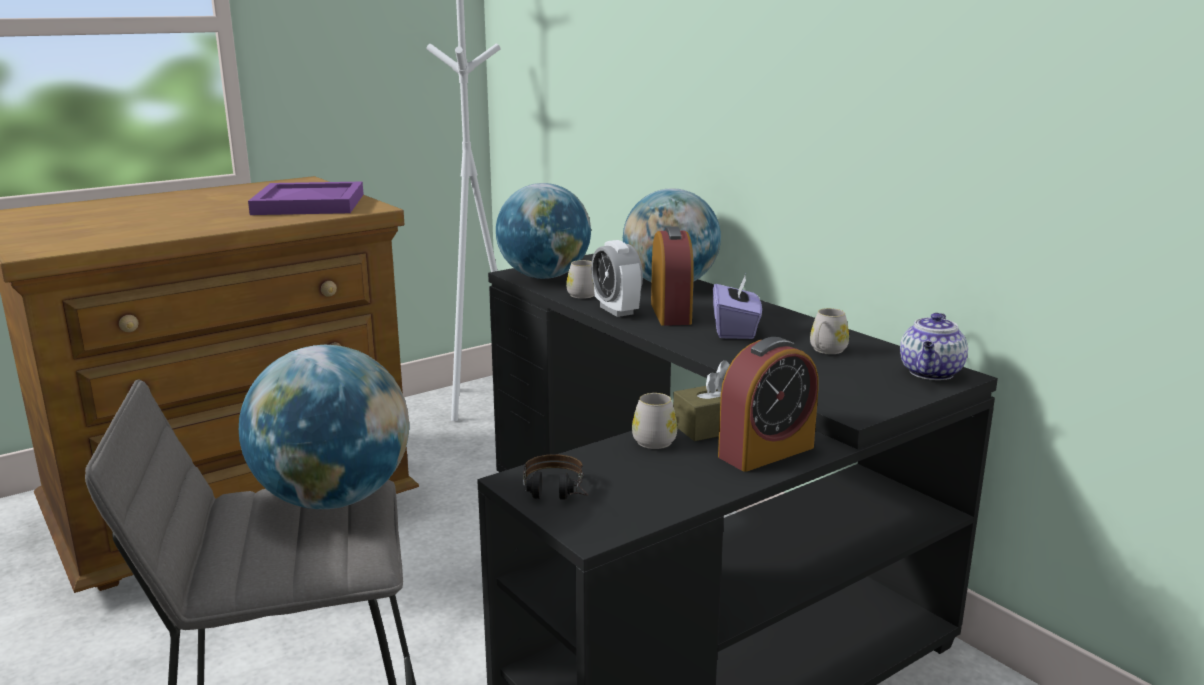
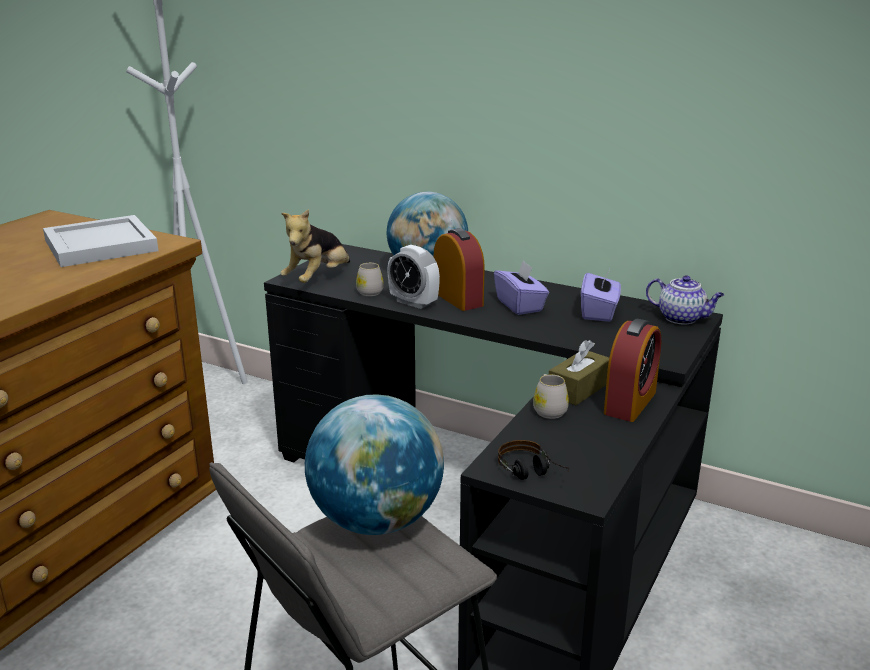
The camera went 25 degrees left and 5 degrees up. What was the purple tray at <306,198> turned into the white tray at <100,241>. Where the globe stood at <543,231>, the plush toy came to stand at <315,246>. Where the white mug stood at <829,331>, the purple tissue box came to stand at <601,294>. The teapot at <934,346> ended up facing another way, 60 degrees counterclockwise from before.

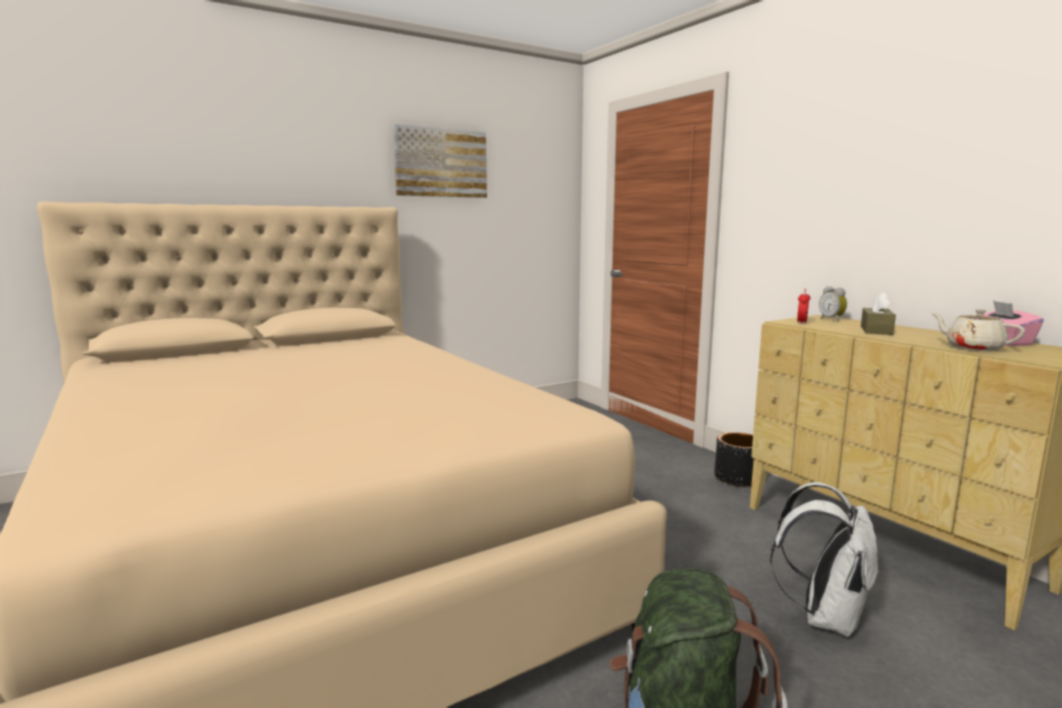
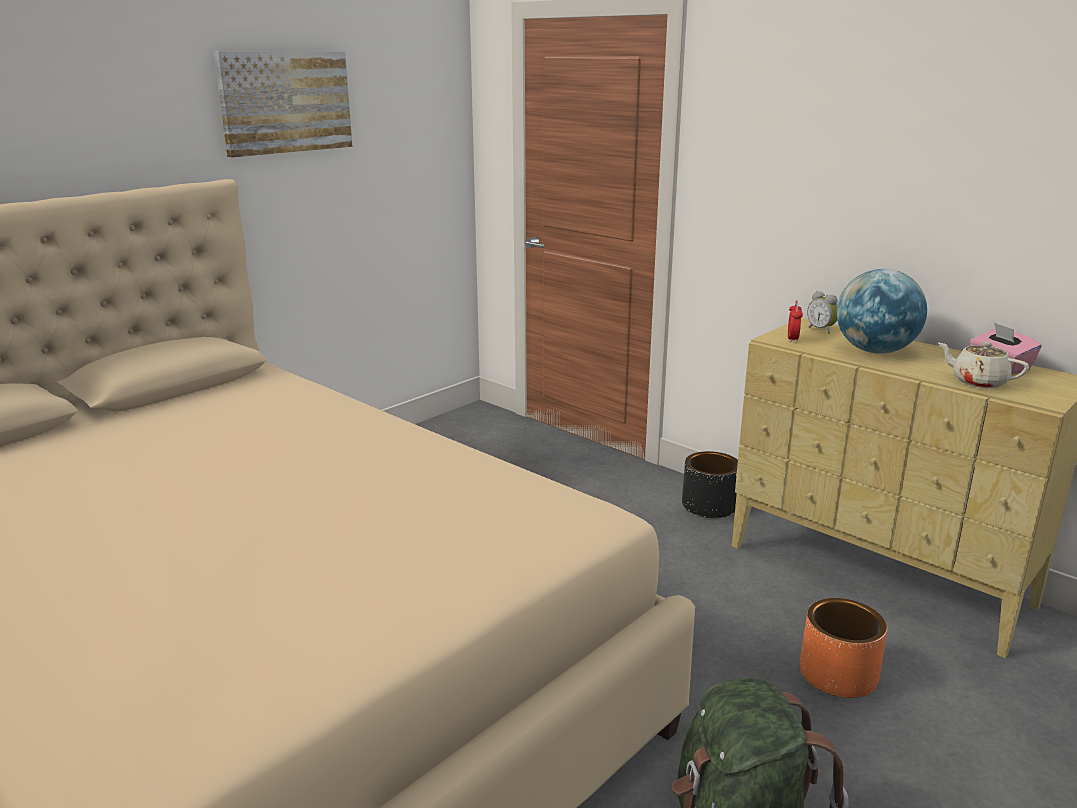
The camera went 15 degrees left and 10 degrees up. Where the white backpack stood at <824,559>, the orange planter came to stand at <844,648>. Where the brown tissue box stood at <878,313>, the globe came to stand at <882,311>.

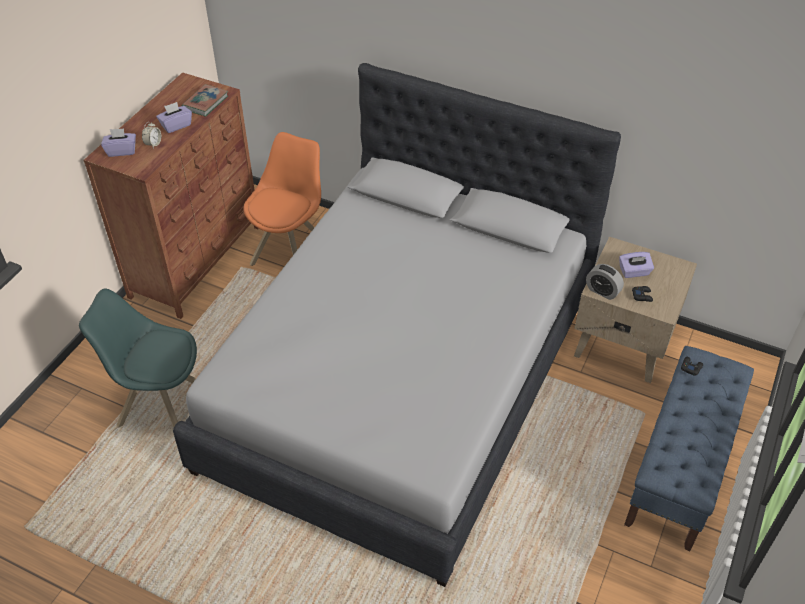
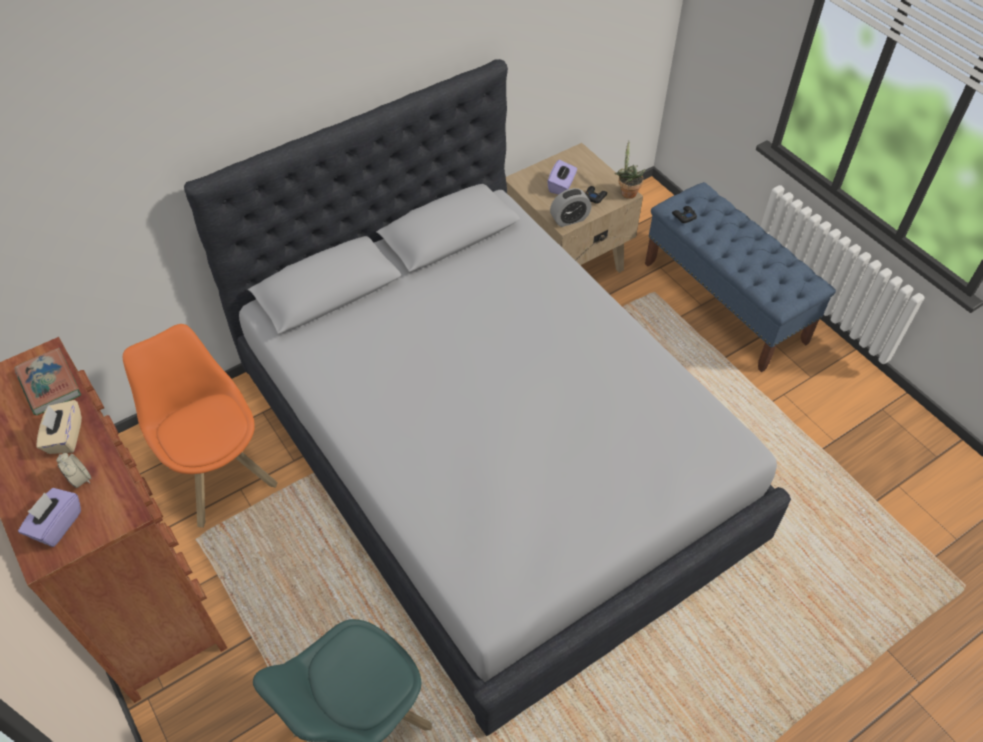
The camera went 60 degrees left and 5 degrees up. What was the purple tissue box at <174,117> turned into the beige tissue box at <59,427>. The second view gained the potted plant at <630,170>.

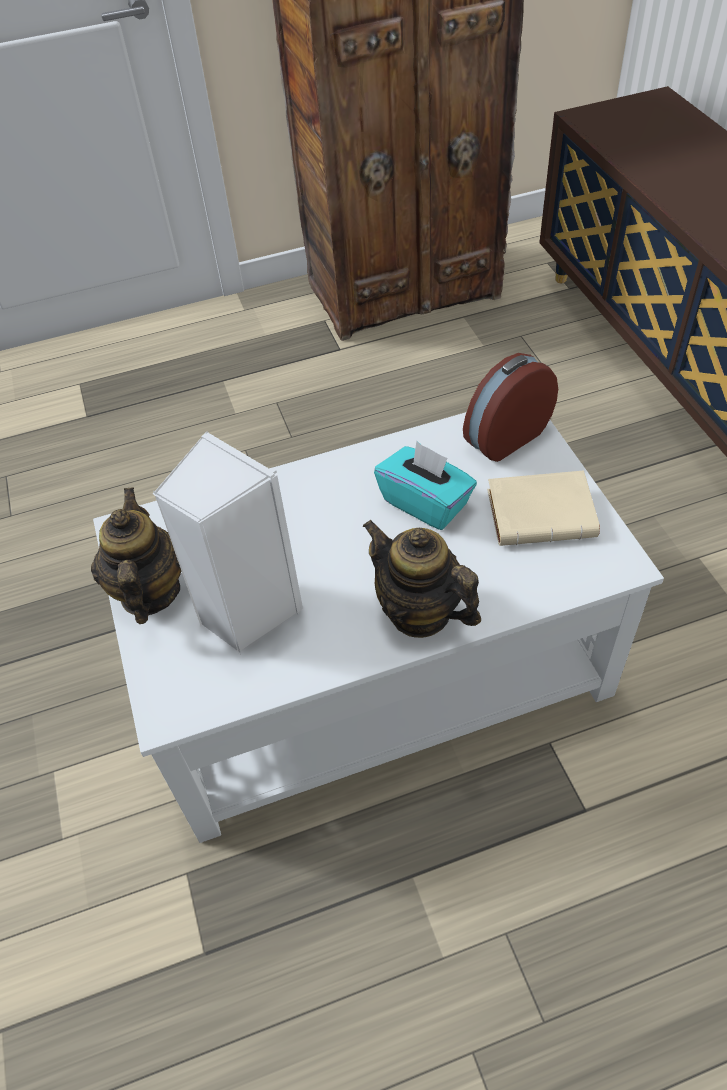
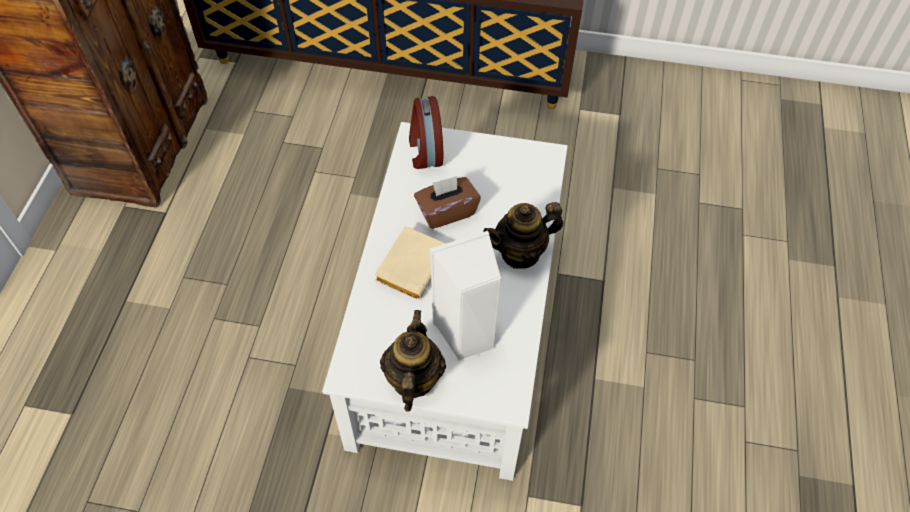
The camera went 65 degrees left and 5 degrees up. The beige book ended up elsewhere, having gone from <543,508> to <410,263>. The teapot at <136,556> ended up facing another way, 75 degrees clockwise from before. What was the turquoise tissue box at <425,485> turned into the brown tissue box at <447,202>.

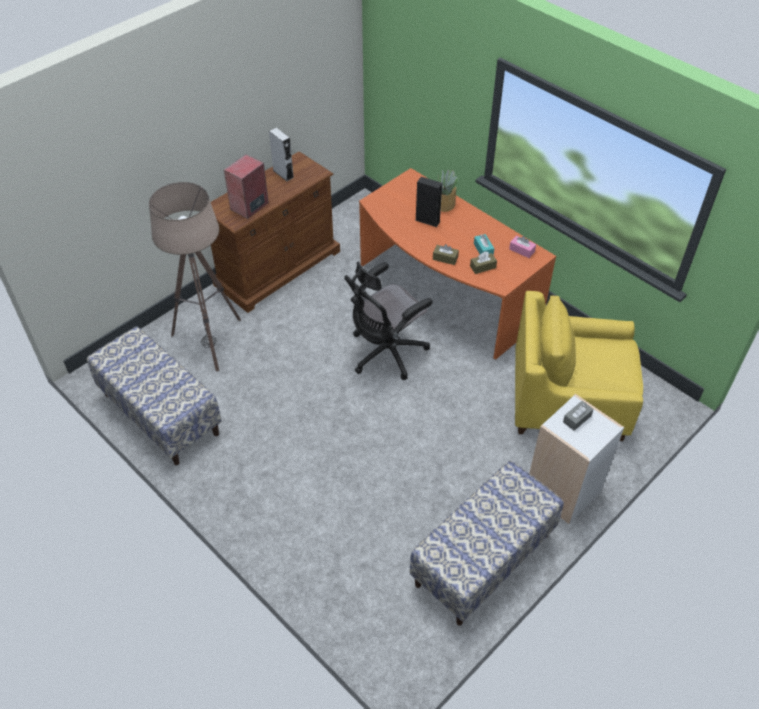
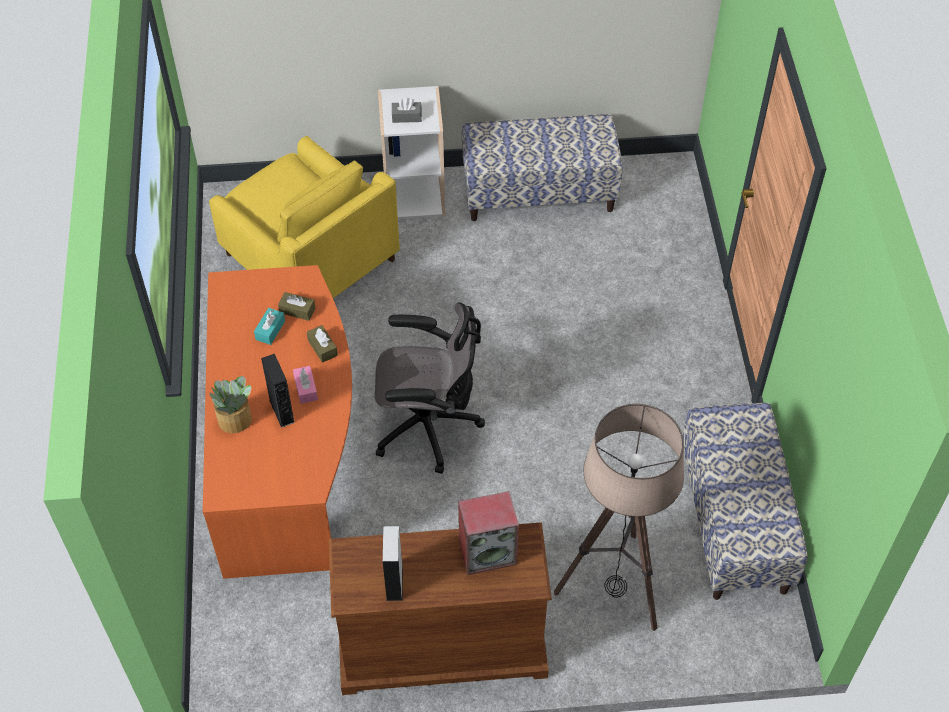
The camera went 140 degrees left and 5 degrees up. The pink tissue box ended up elsewhere, having gone from <522,247> to <305,385>.

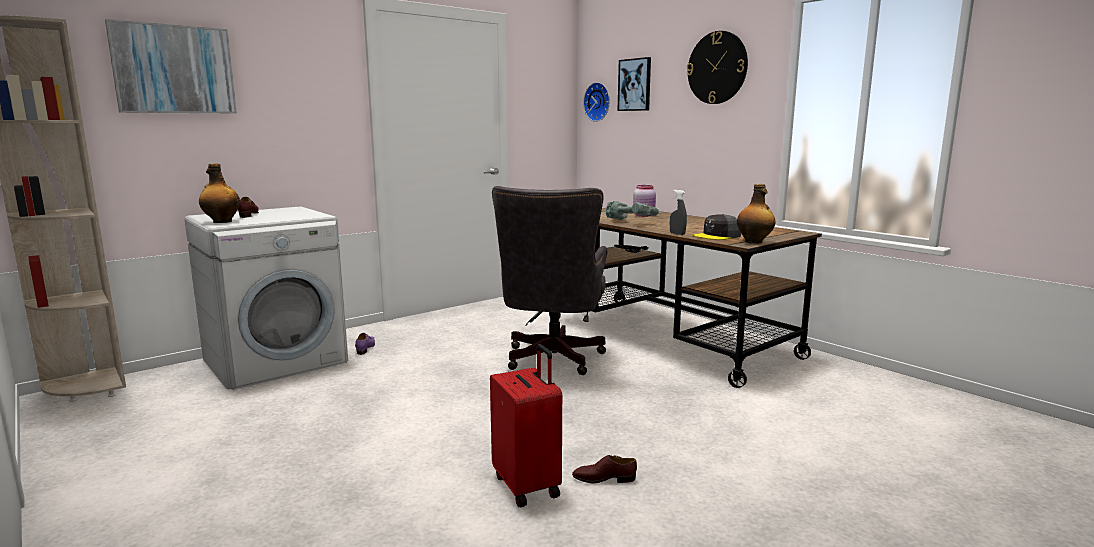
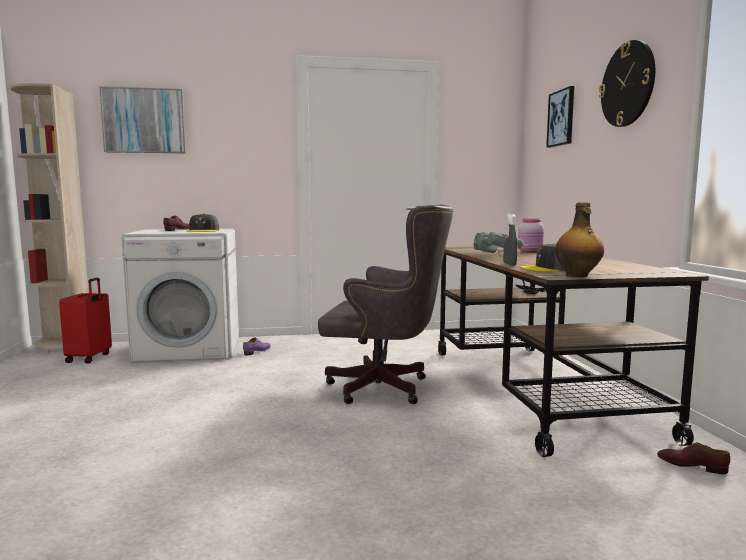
The camera went 30 degrees right and 5 degrees down. The red suitcase ended up elsewhere, having gone from <526,425> to <85,321>. The second view gained the grey cap at <202,223>. The grey office chair at <549,280> ended up facing another way, 120 degrees counterclockwise from before. The brown shoe ended up elsewhere, having gone from <604,469> to <693,458>. The second view lost the bottle at <219,193>. The second view lost the wall clock at <596,102>.

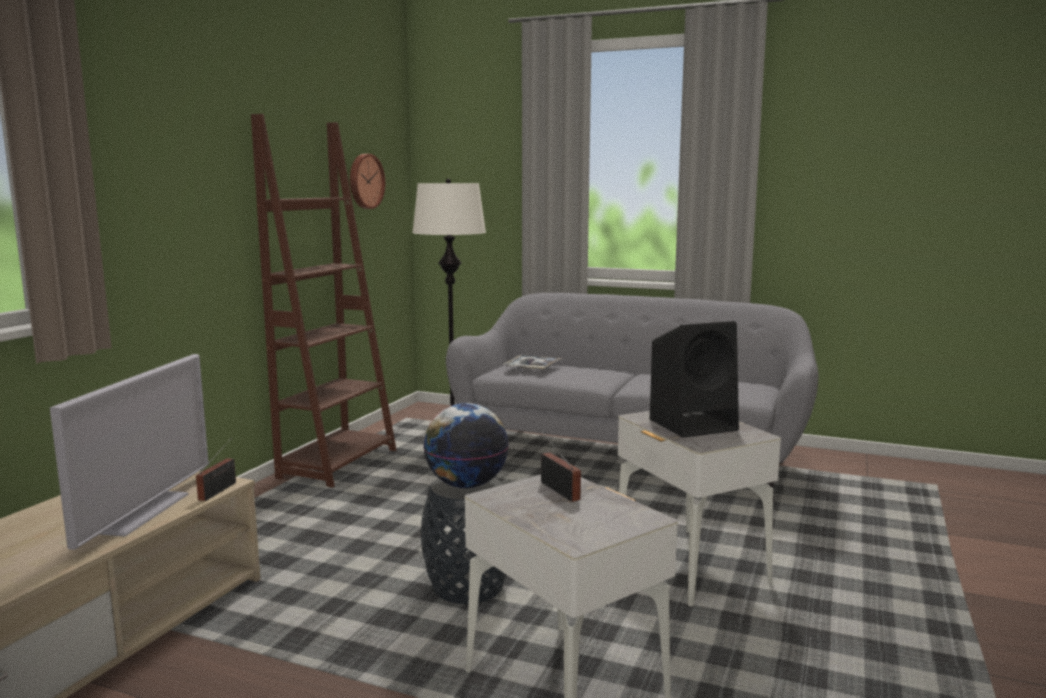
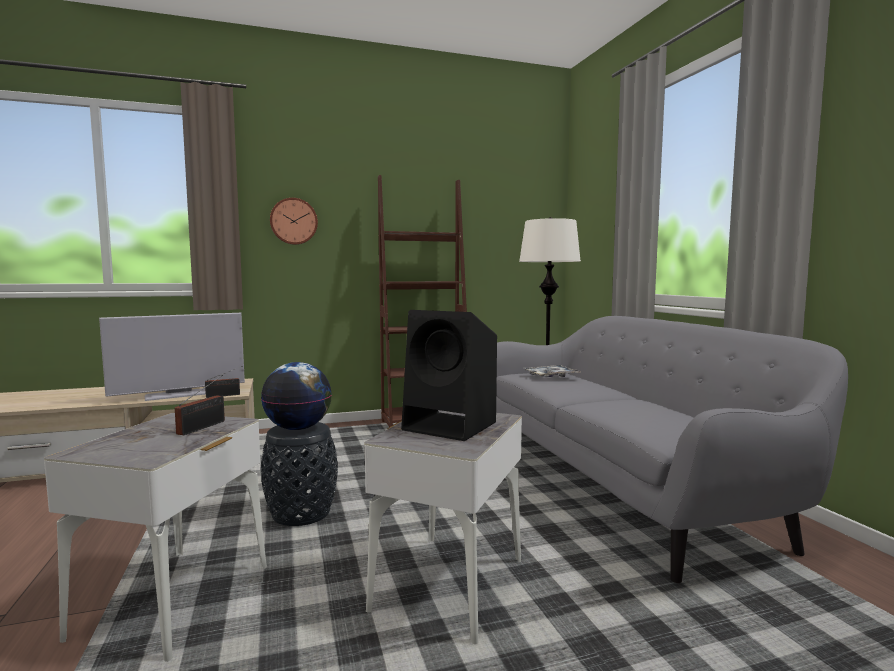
The camera went 50 degrees right and 5 degrees down. The wall clock ended up elsewhere, having gone from <367,181> to <294,221>.

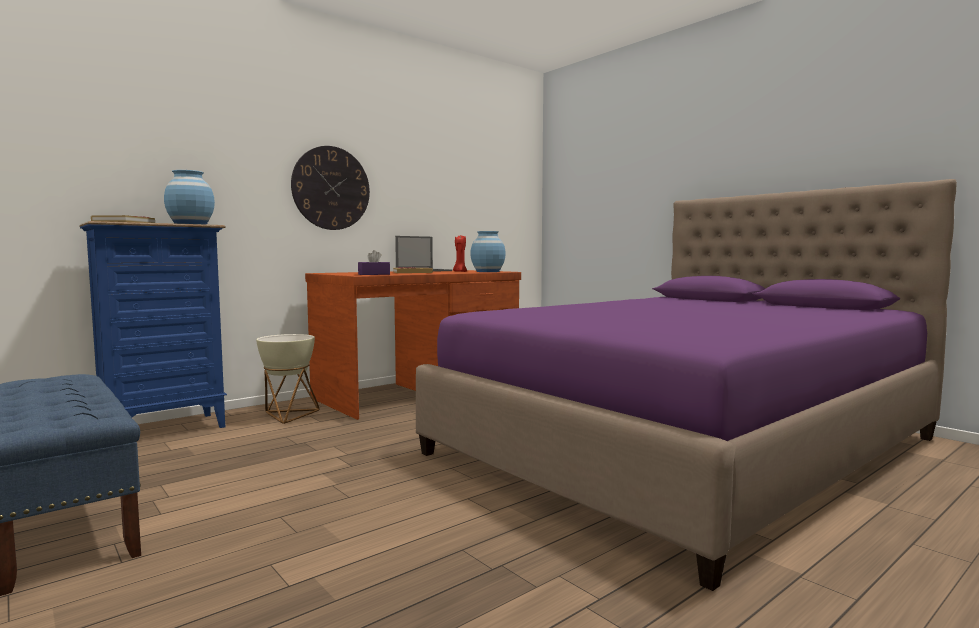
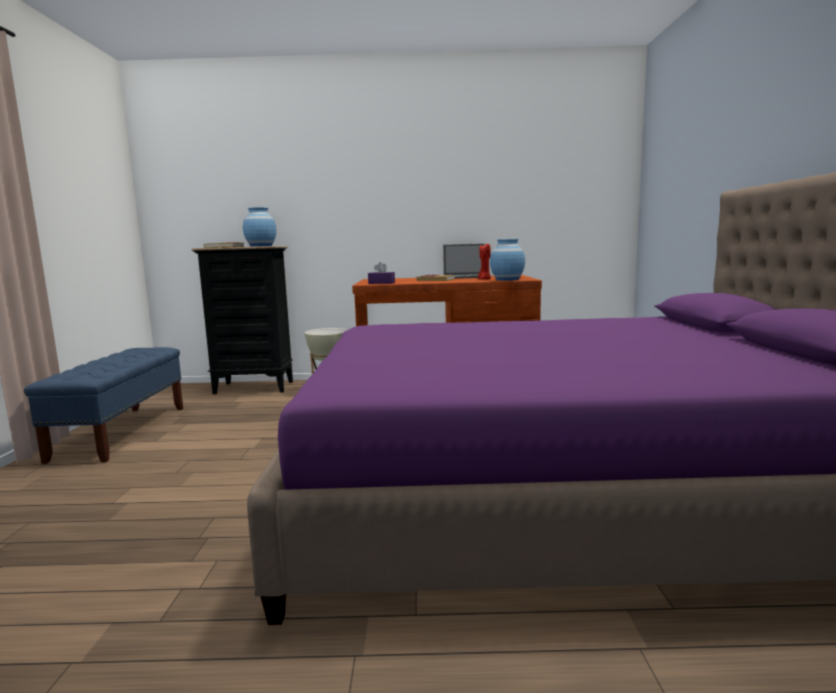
The camera went 40 degrees right and 5 degrees up. What was the blue dresser at <153,324> turned into the black dresser at <242,320>. The second view lost the wall clock at <330,188>.

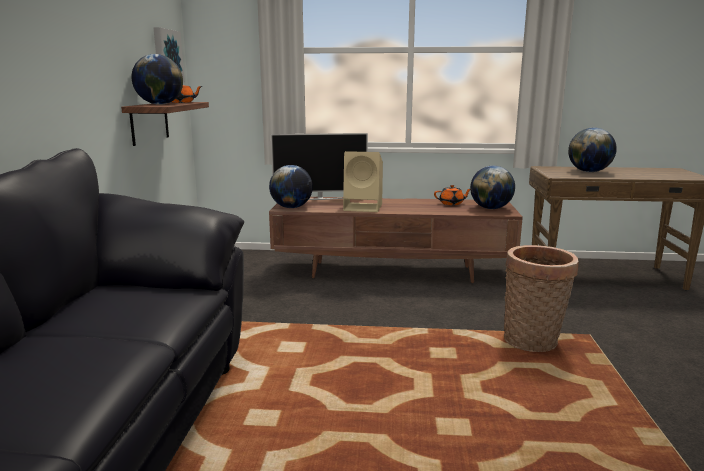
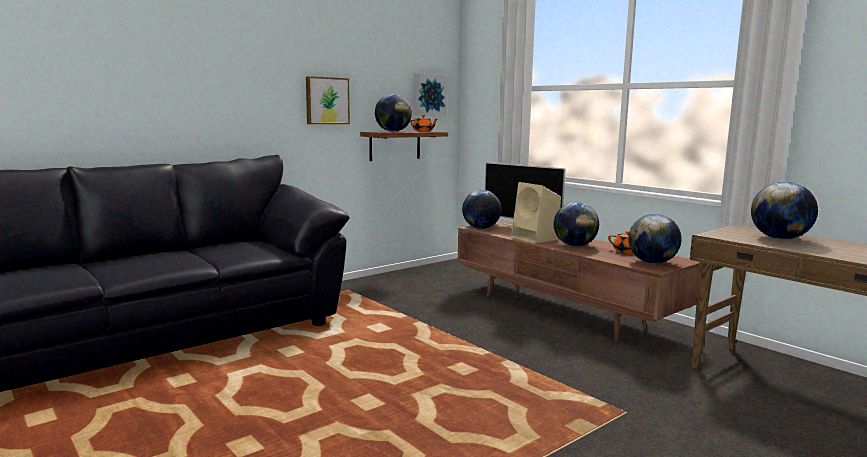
The camera went 45 degrees right and 5 degrees down. The second view gained the picture at <328,100>. The second view gained the globe at <576,224>. The second view lost the basket at <541,298>.

